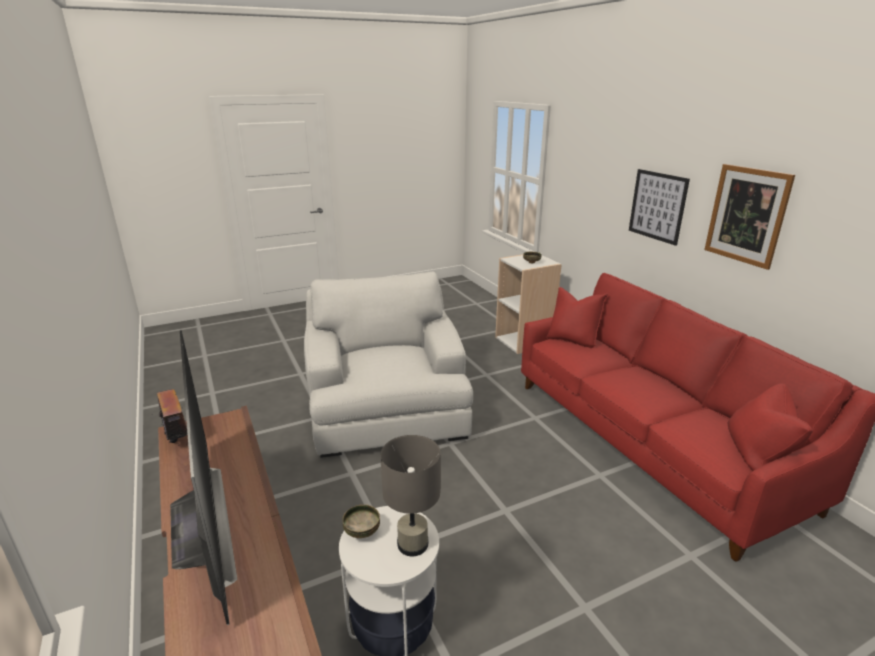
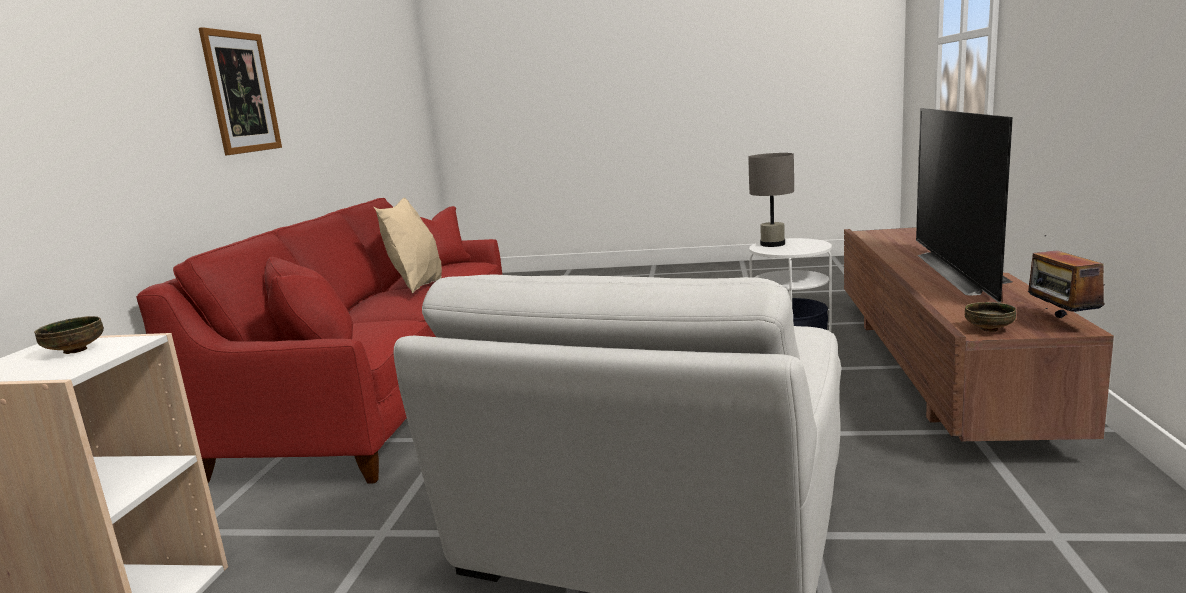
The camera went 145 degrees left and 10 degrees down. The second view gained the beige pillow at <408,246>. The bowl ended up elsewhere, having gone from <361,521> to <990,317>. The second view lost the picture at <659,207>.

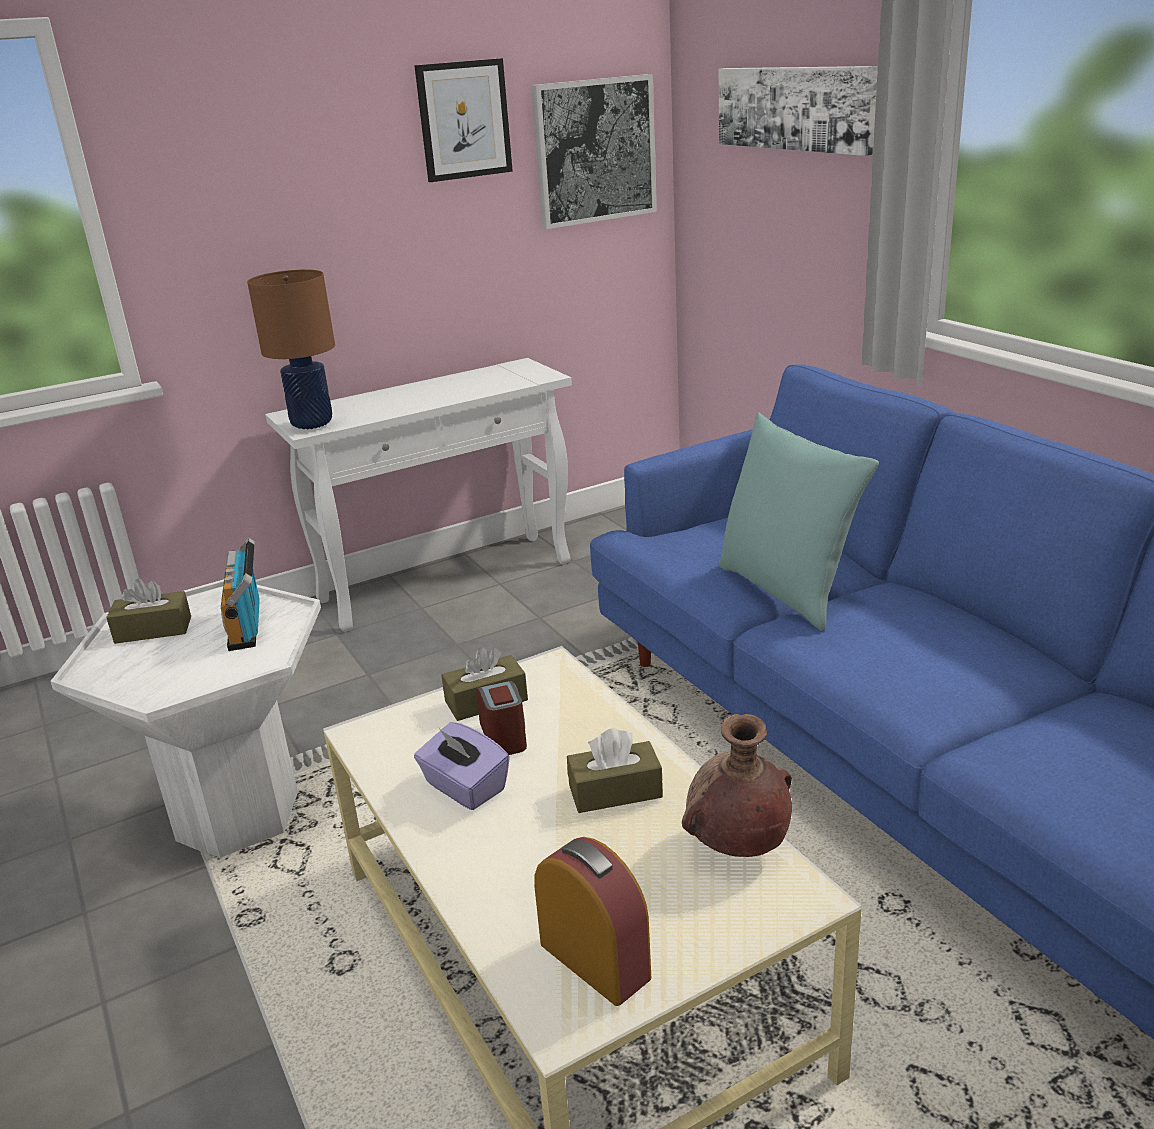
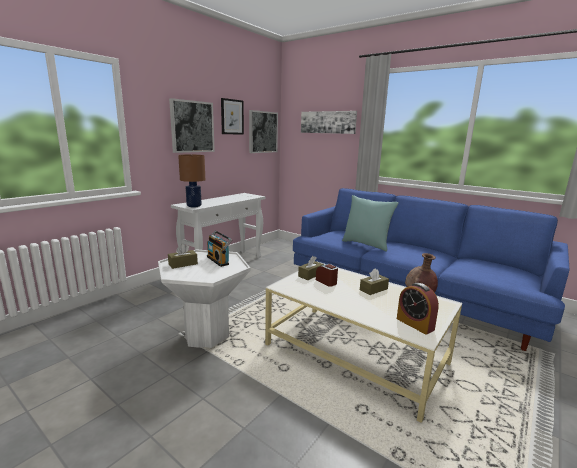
The camera went 25 degrees left and 10 degrees down. The second view gained the picture at <192,125>. The alarm clock at <592,921> ended up facing another way, 150 degrees counterclockwise from before. The second view lost the purple tissue box at <462,766>.

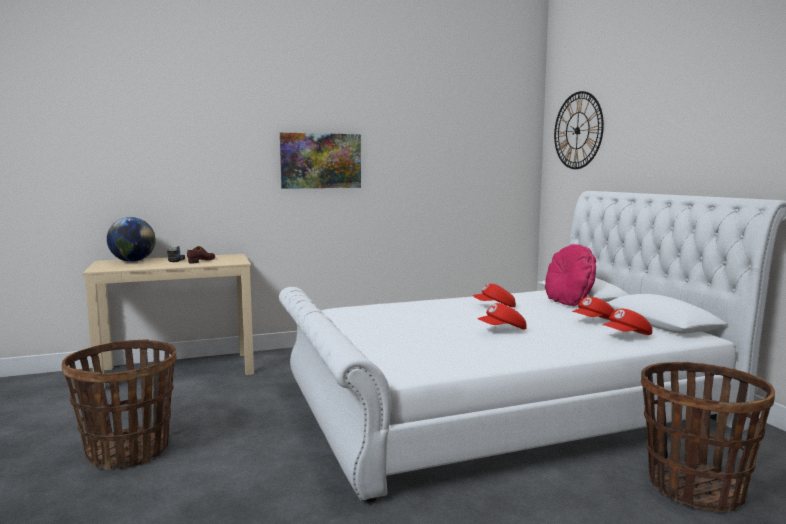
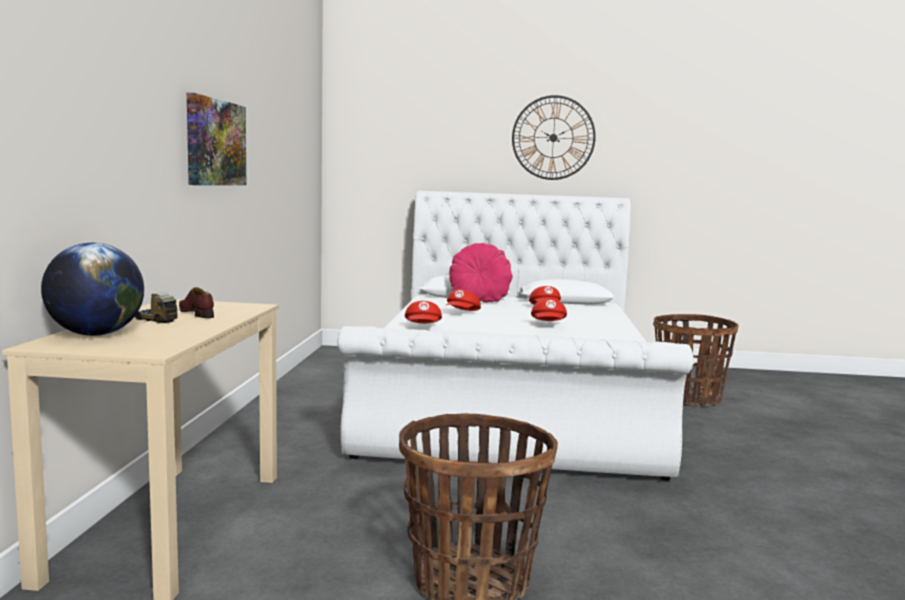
The camera went 65 degrees left and 0 degrees up. The red cap ended up elsewhere, having gone from <627,322> to <423,312>. The wall clock ended up elsewhere, having gone from <579,130> to <554,137>.

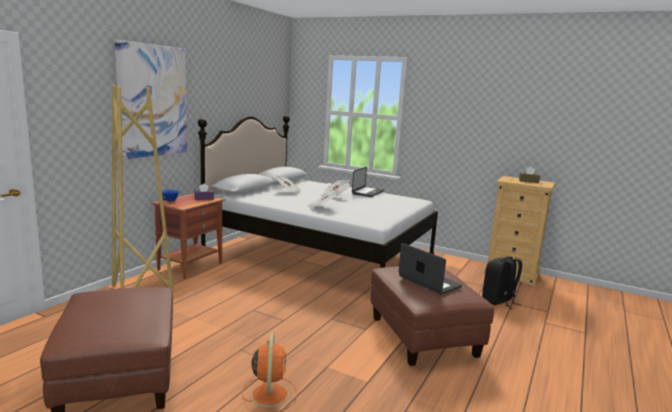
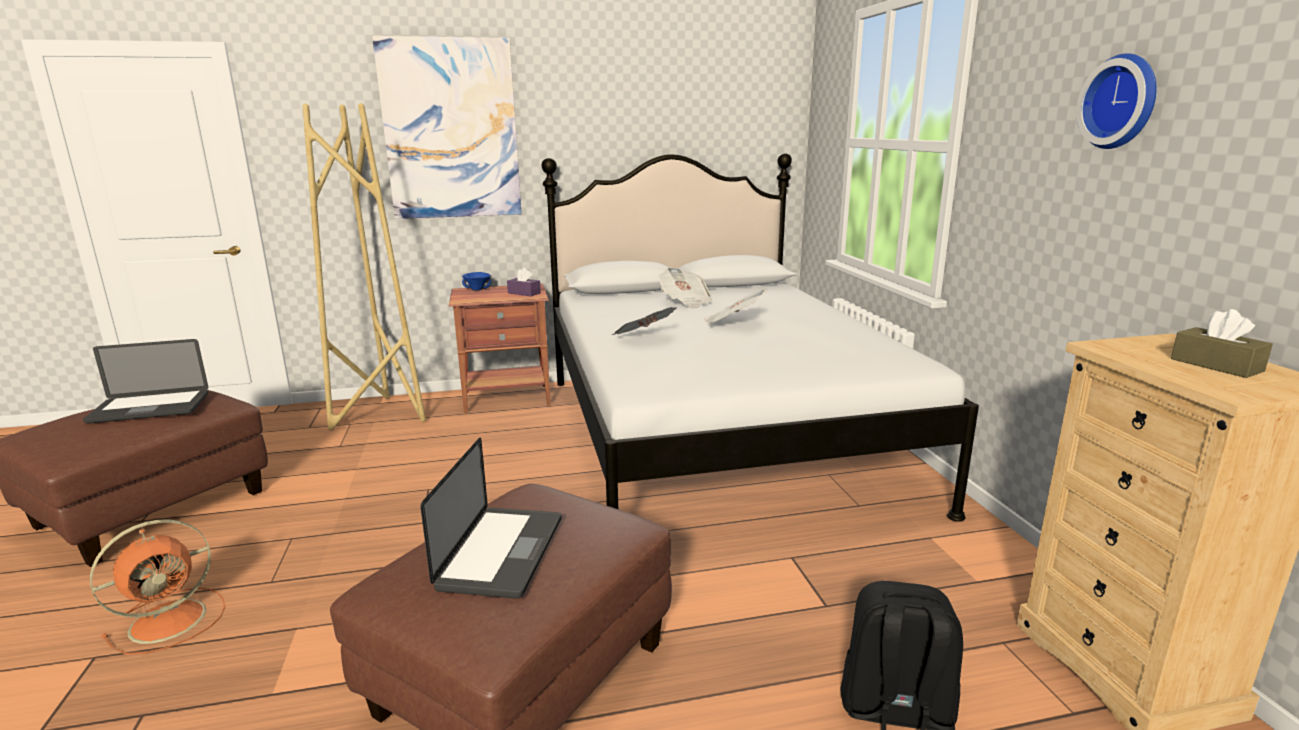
The camera went 50 degrees right and 5 degrees up. The laptop ended up elsewhere, having gone from <368,182> to <145,381>. The second view gained the wall clock at <1116,101>.

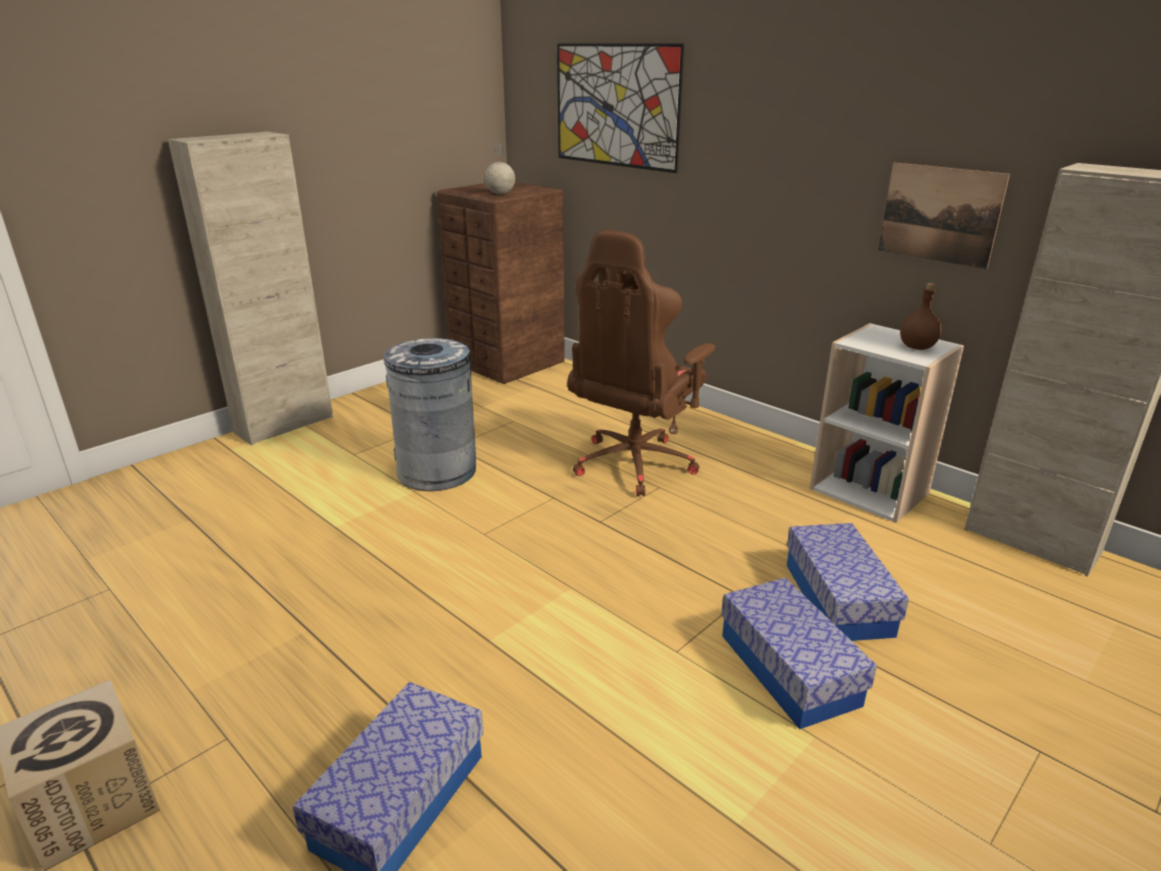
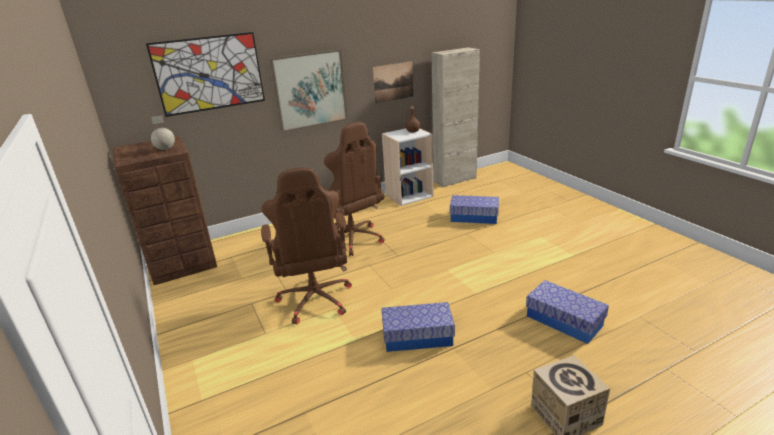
The camera went 70 degrees left and 0 degrees up. Where the grey trash can stood at <430,414>, the brown office chair came to stand at <306,246>. The second view gained the picture at <309,90>. The storage box ended up elsewhere, having gone from <799,653> to <418,327>. The second view lost the beige cabinet at <250,289>.

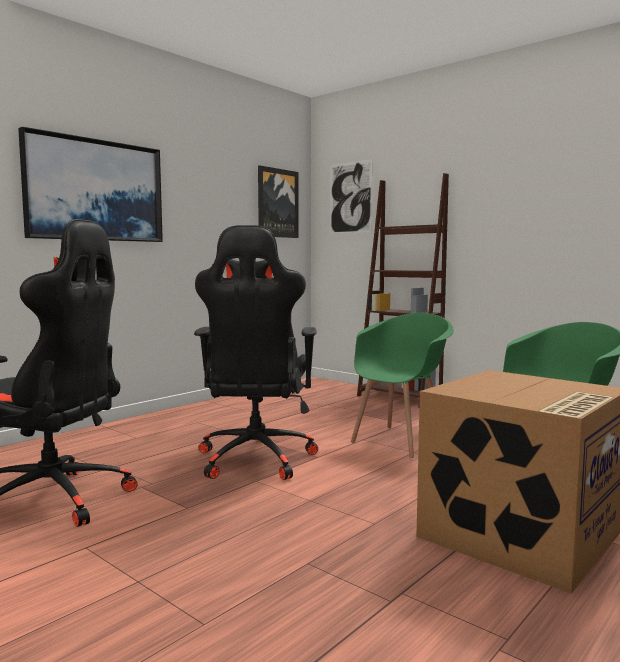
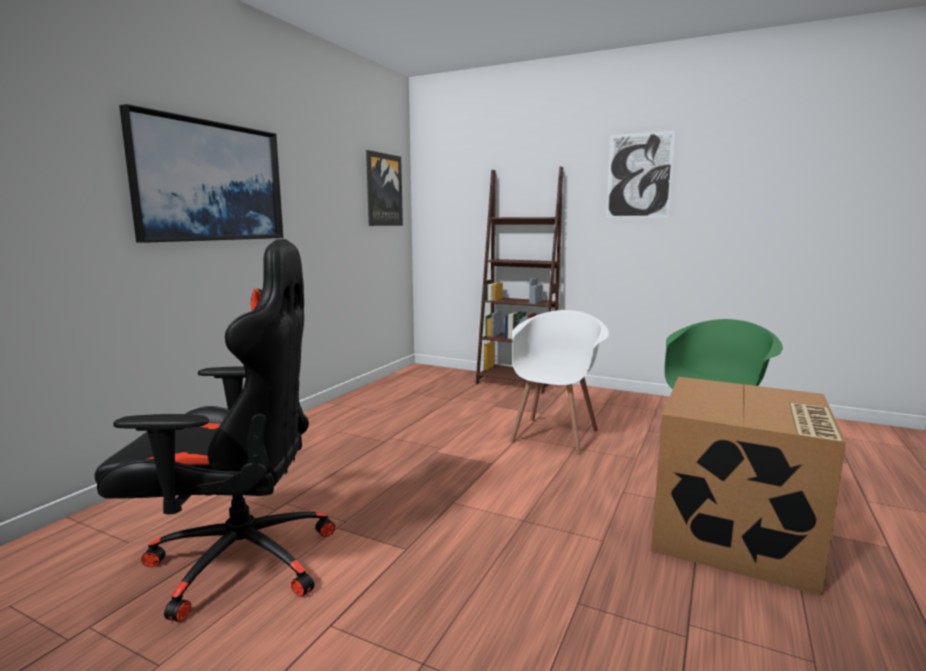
The camera went 15 degrees left and 5 degrees up. What was the green chair at <402,385> turned into the white chair at <559,382>. The picture ended up elsewhere, having gone from <351,196> to <640,174>. The second view lost the black office chair at <256,352>.

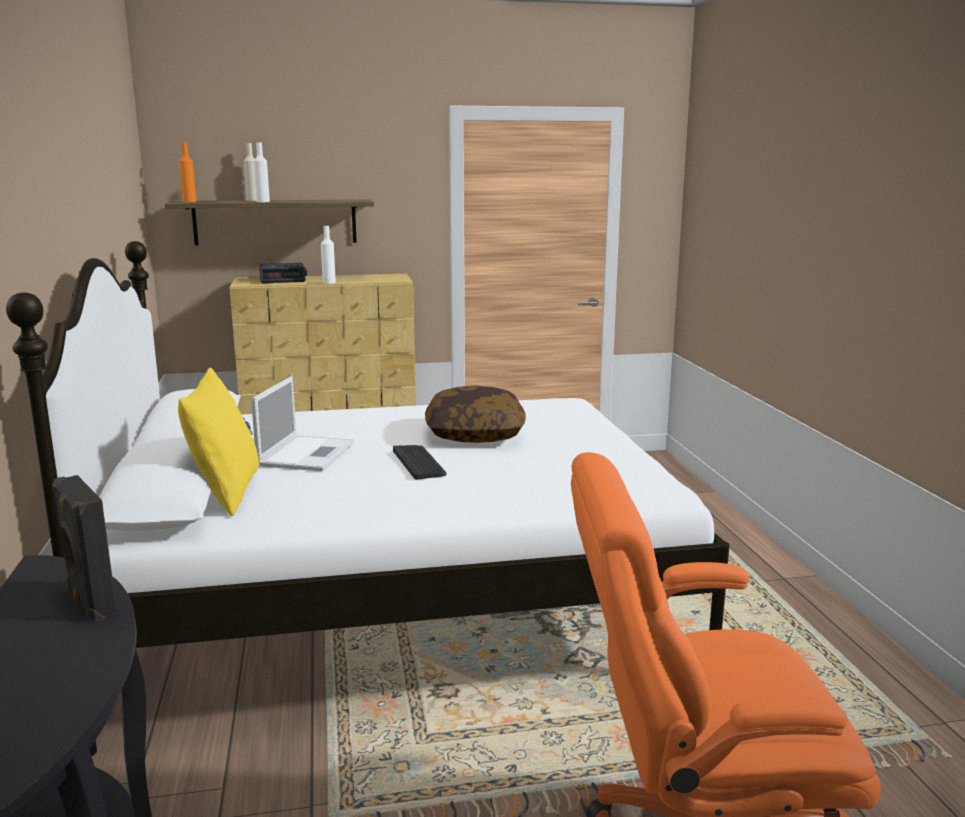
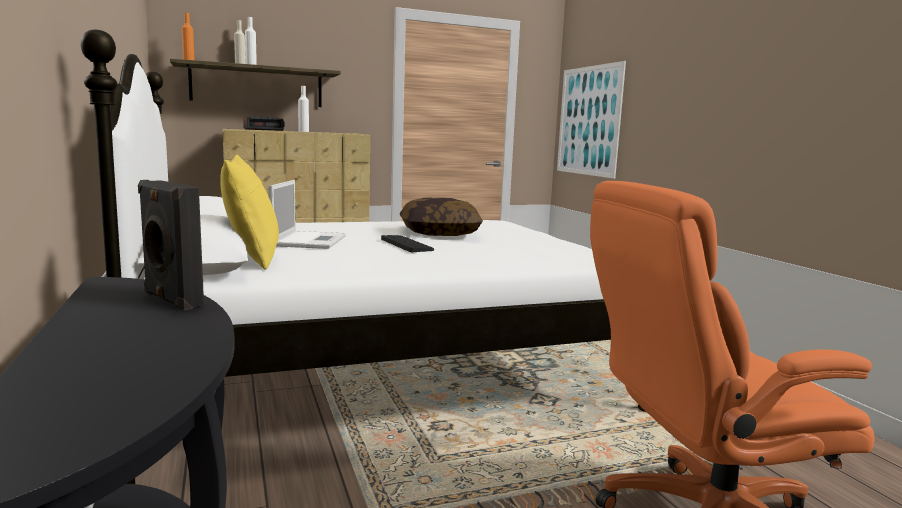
The camera went 10 degrees left and 5 degrees down. The second view gained the picture at <591,120>.

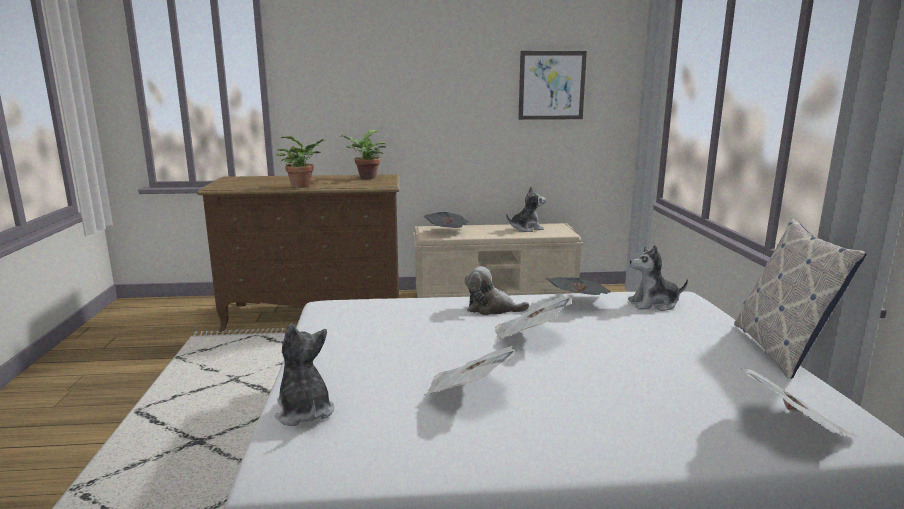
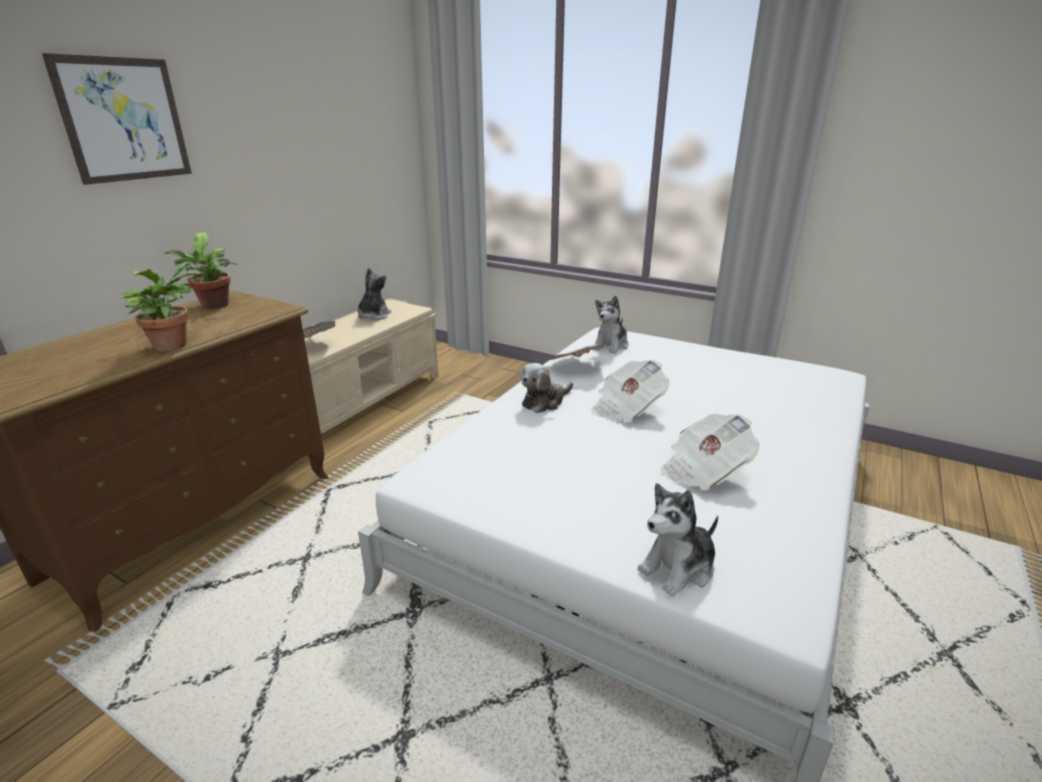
The camera went 55 degrees left and 10 degrees up. The picture ended up elsewhere, having gone from <552,85> to <117,119>. The plush toy at <304,374> ended up facing another way, 45 degrees counterclockwise from before. The second view lost the pillow at <800,299>. The second view lost the newspaper at <798,402>.

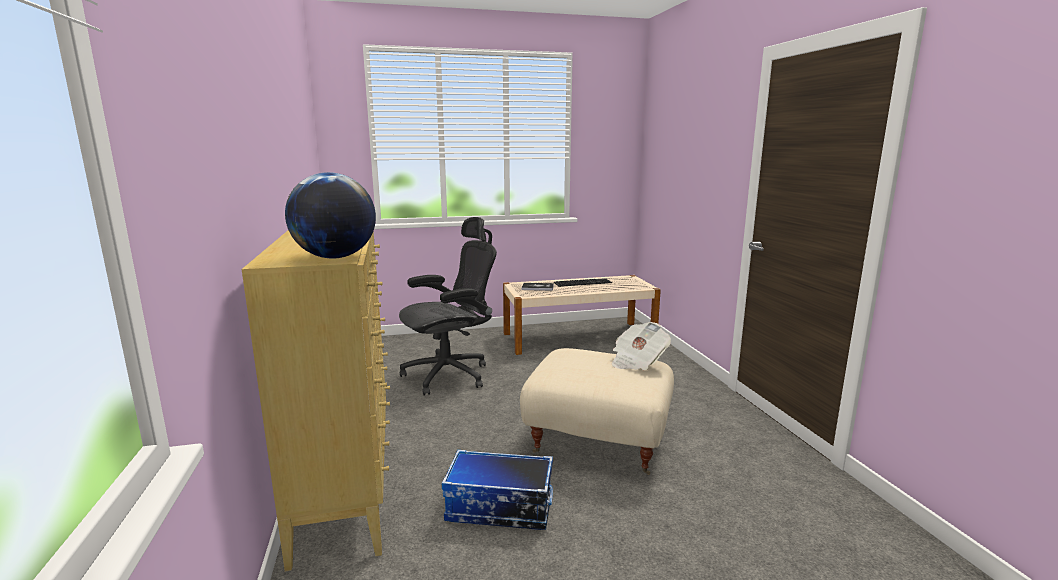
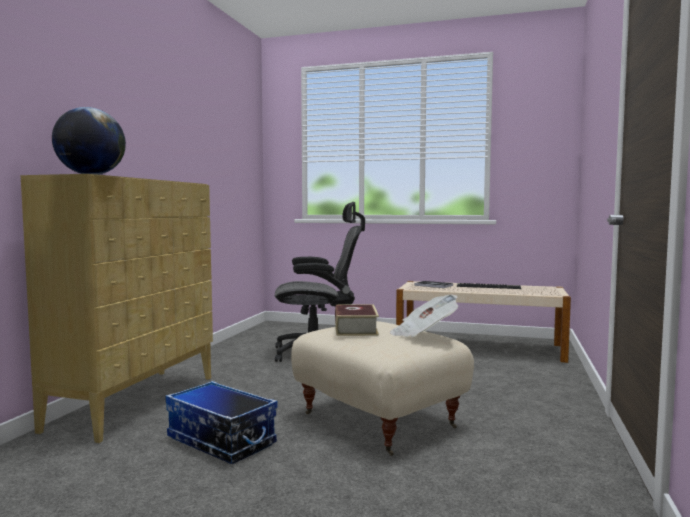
The camera went 30 degrees right and 10 degrees down. The second view gained the book at <357,320>.

